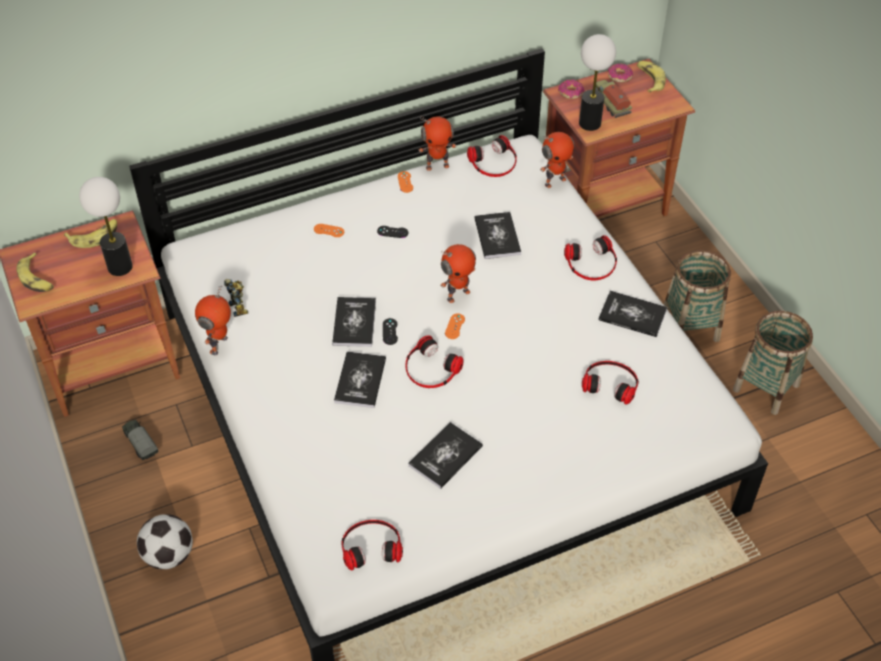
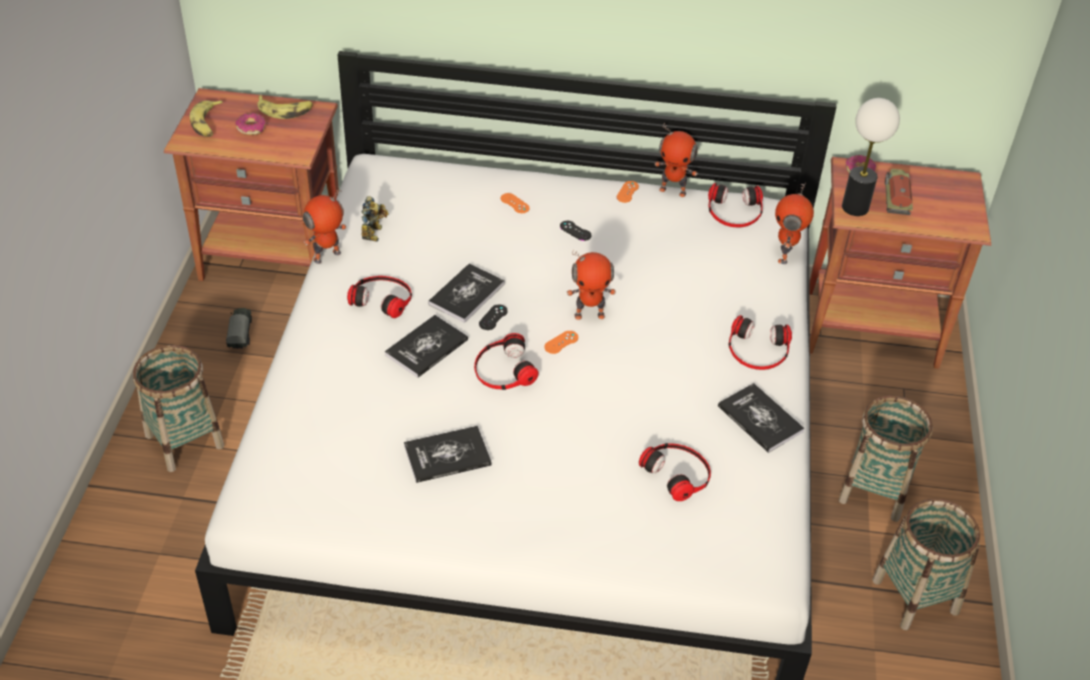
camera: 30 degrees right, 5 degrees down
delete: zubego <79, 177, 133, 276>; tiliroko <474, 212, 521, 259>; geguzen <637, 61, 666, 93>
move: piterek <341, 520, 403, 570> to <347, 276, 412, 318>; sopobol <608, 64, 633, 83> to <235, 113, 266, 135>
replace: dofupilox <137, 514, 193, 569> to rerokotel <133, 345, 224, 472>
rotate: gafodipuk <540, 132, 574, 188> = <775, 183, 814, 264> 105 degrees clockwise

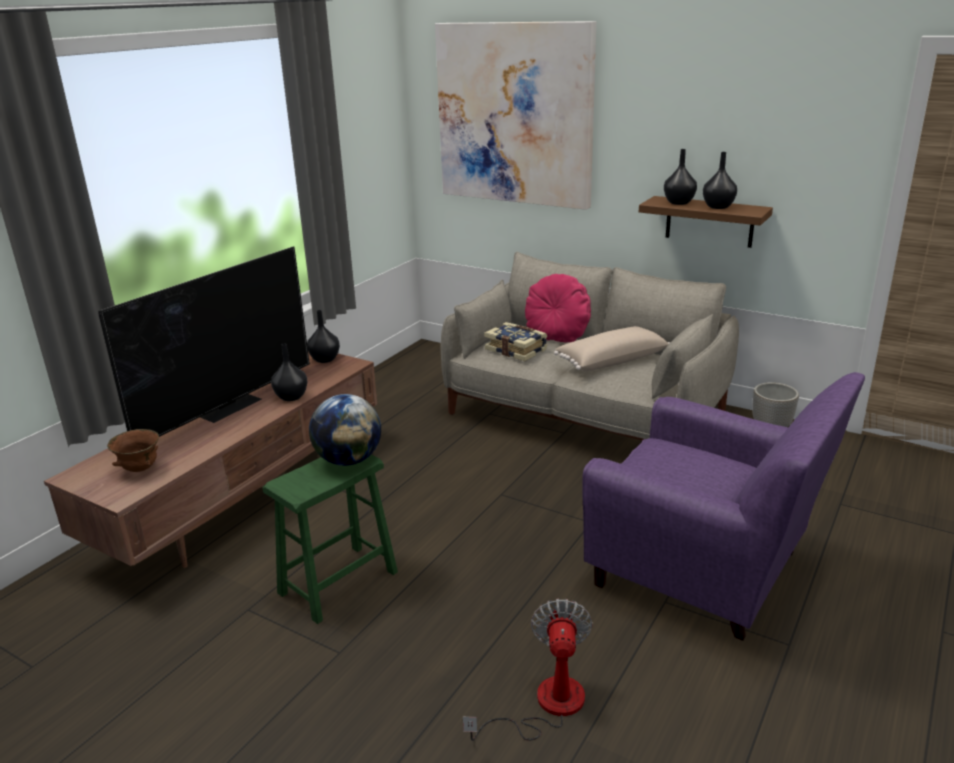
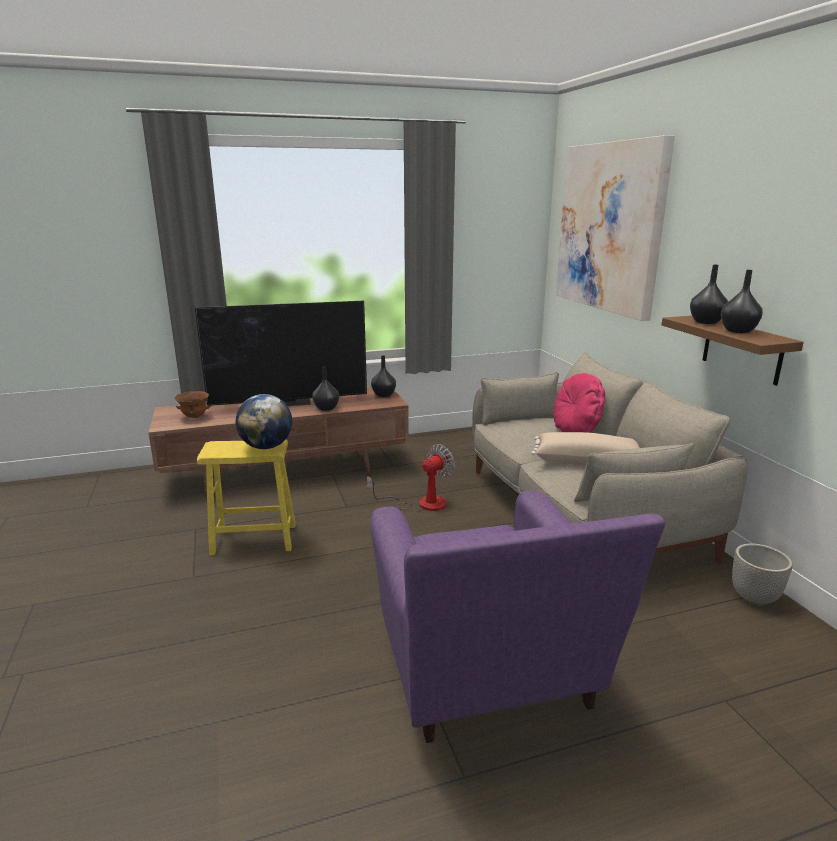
camera: 40 degrees right, 5 degrees down
delete: tiliroko <484, 322, 548, 361>
move: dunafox <463, 599, 593, 741> to <367, 444, 455, 511>
recolor: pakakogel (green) <262, 455, 398, 624> to pakakogel (yellow) <197, 439, 296, 555>

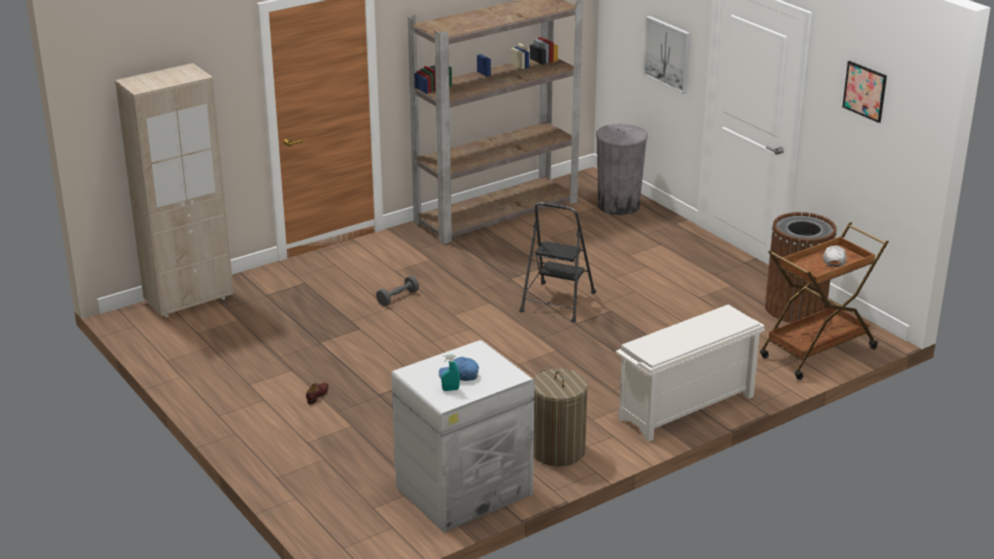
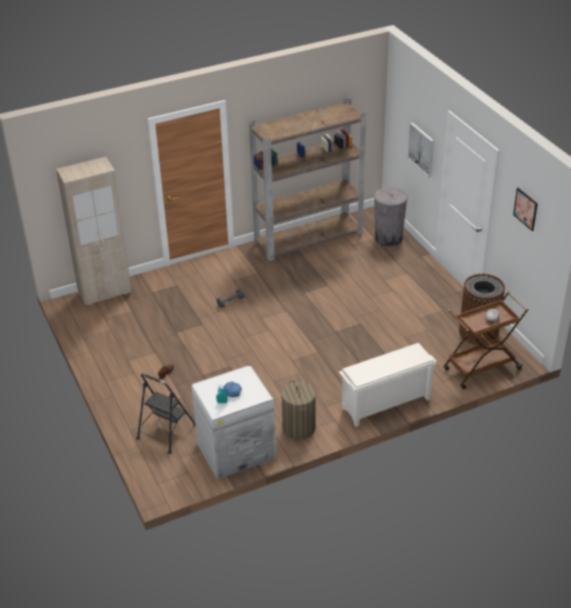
camera: 10 degrees right, 10 degrees up
move: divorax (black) <519, 202, 596, 323> to <136, 373, 195, 454>

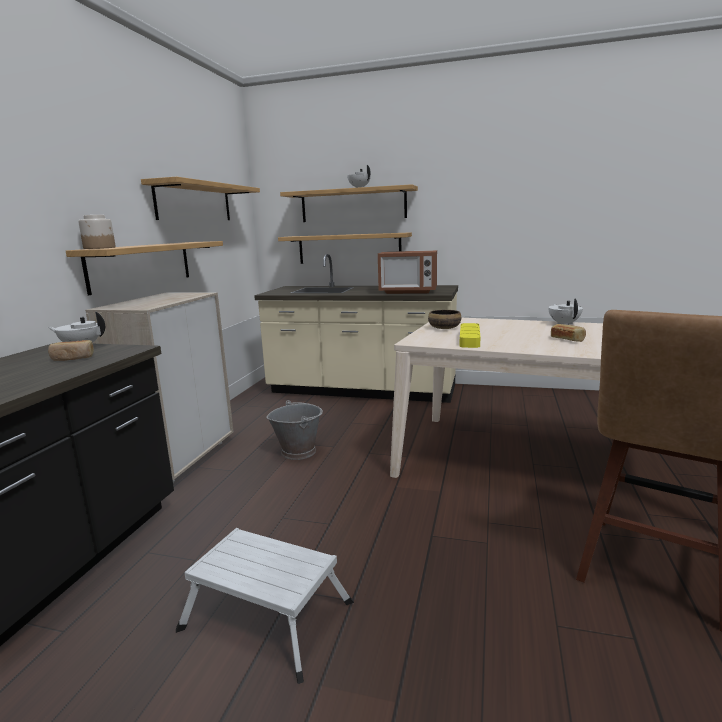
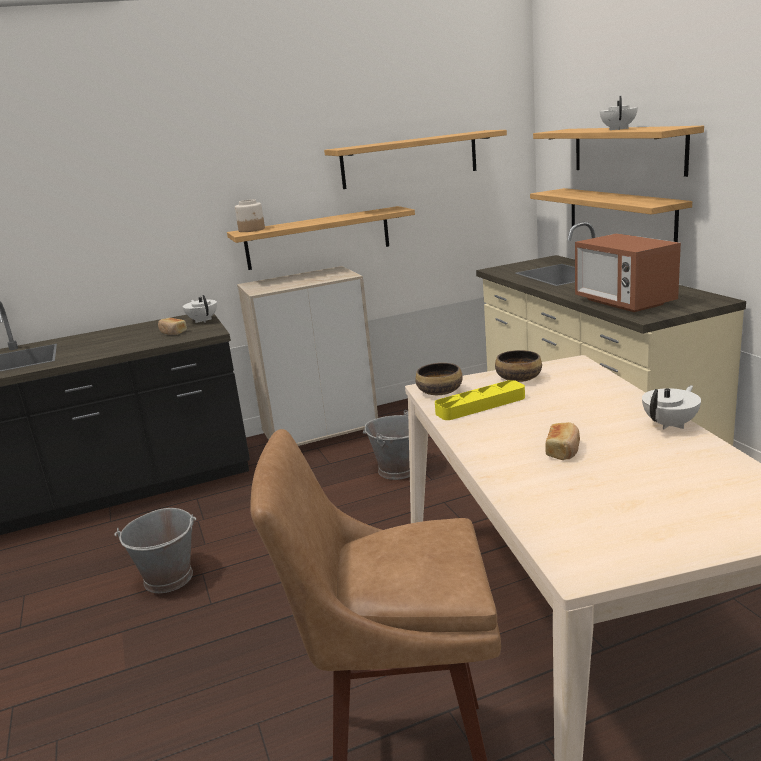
camera: 55 degrees right, 5 degrees up
insert: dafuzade <415, 363, 463, 395>
replace: divorax (white) <176, 528, 354, 684> to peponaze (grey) <114, 508, 196, 593>

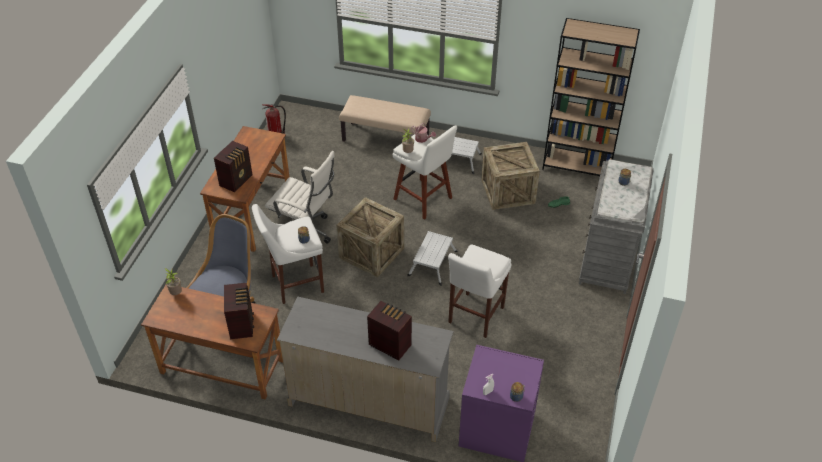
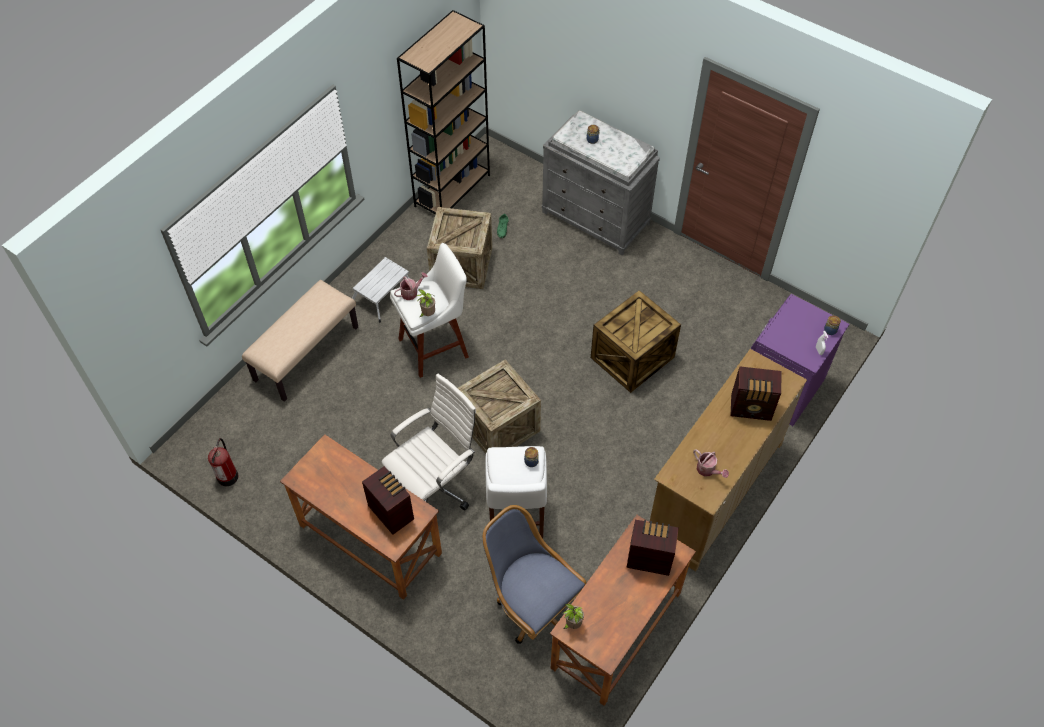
camera: 70 degrees left, 10 degrees up
delete: divorax (white) <407, 231, 458, 286>
insert: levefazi <693, 449, 729, 478>
replace: pakakogel (white) <448, 245, 512, 338> to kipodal <591, 290, 681, 393>
recolor: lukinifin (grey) <277, 296, 454, 442> to lukinifin (brown) <650, 349, 807, 571>
rotate: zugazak <367, 301, 412, 360> = <731, 366, 781, 421> 135 degrees counterclockwise

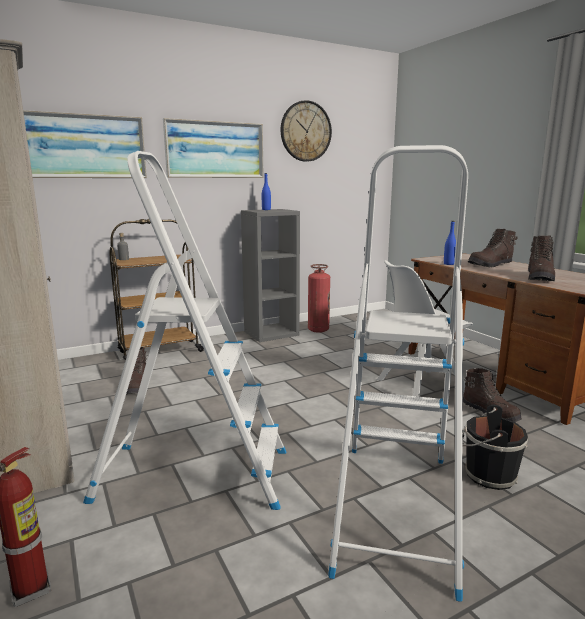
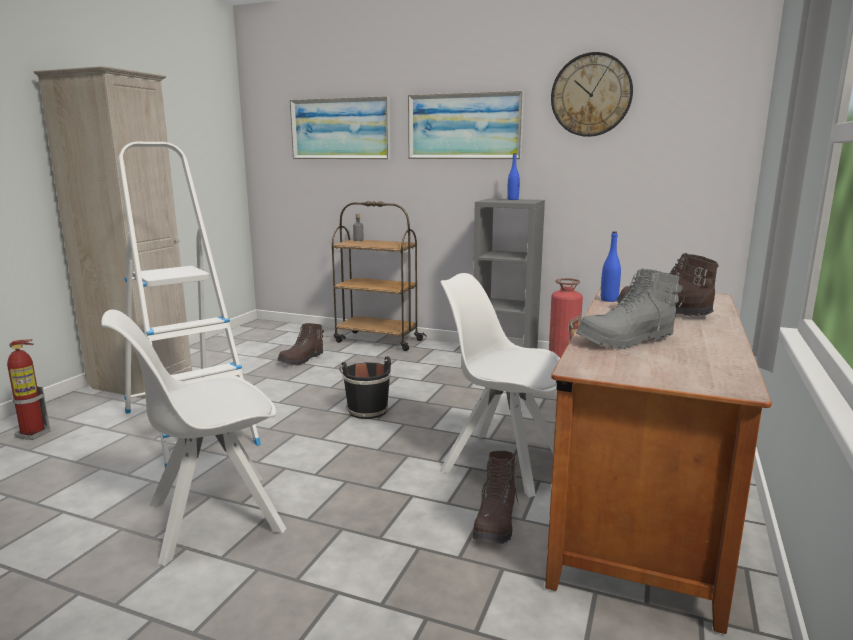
camera: 50 degrees right, 0 degrees up
move: peponaze (black) <463, 405, 528, 490> to <339, 357, 391, 419>
replace: divorax (white) <328, 145, 468, 602> to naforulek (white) <101, 310, 286, 566>
recolor: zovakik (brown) <528, 235, 555, 281> to zovakik (grey) <576, 268, 683, 349>

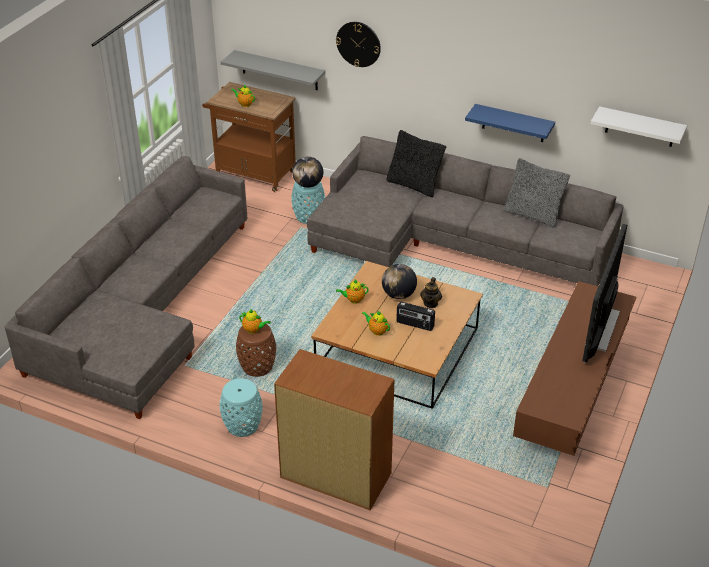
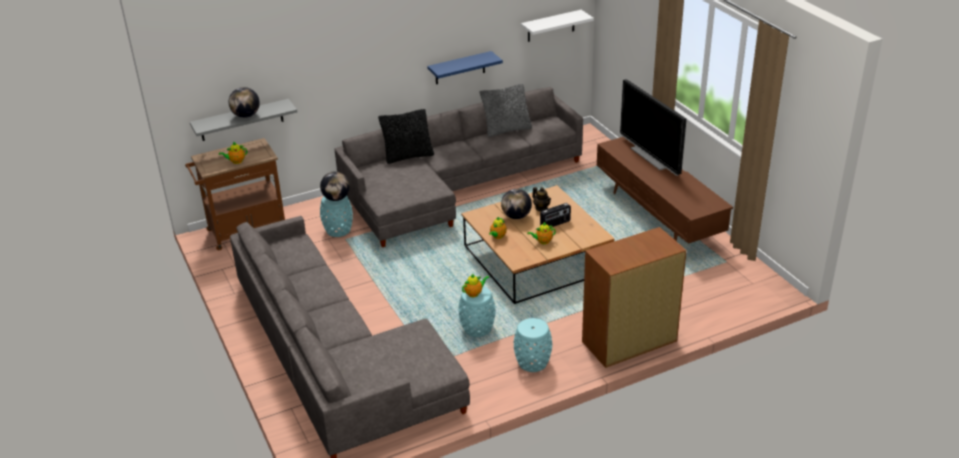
camera: 50 degrees left, 5 degrees down
delete: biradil <336, 22, 381, 67>
insert: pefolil <229, 87, 260, 118>
recolor: pakakogel (brown) <236, 324, 276, 377> to pakakogel (turquoise) <458, 286, 496, 337>

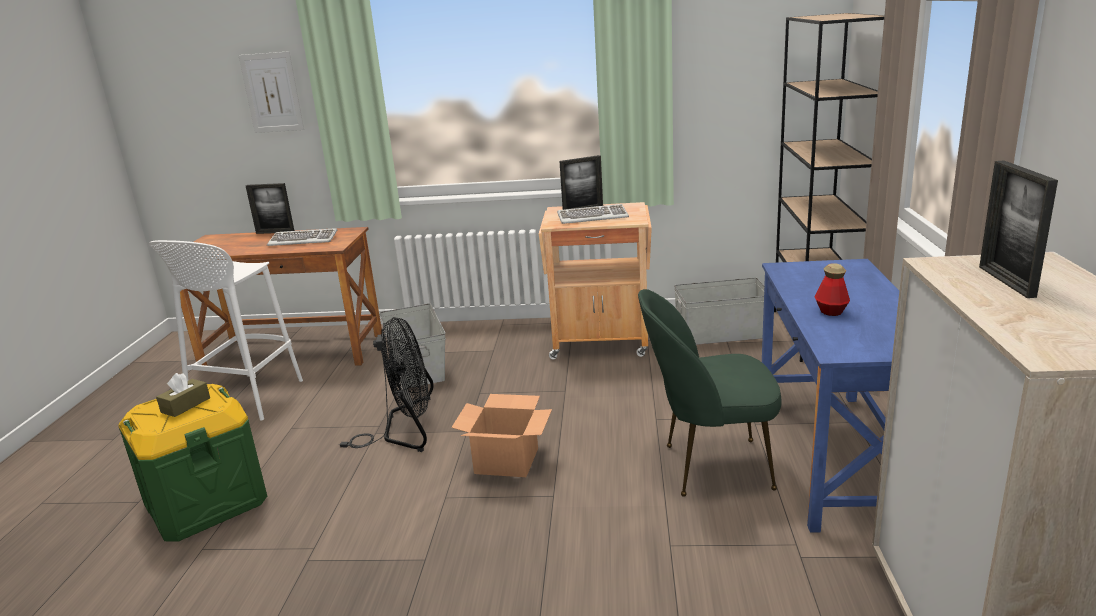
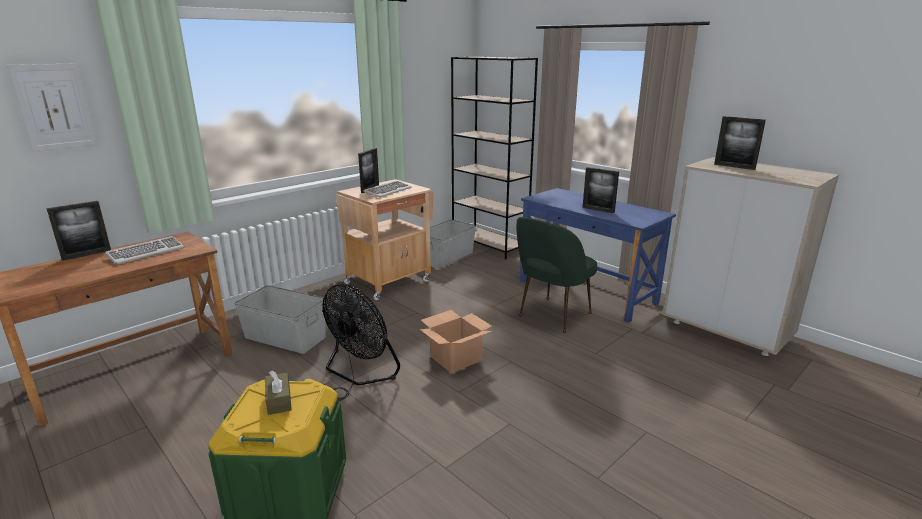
camera: 50 degrees left, 0 degrees up
delete: pakakogel (white) <149, 240, 303, 420>
replace: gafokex <814, 263, 850, 316> to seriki <583, 167, 619, 213>

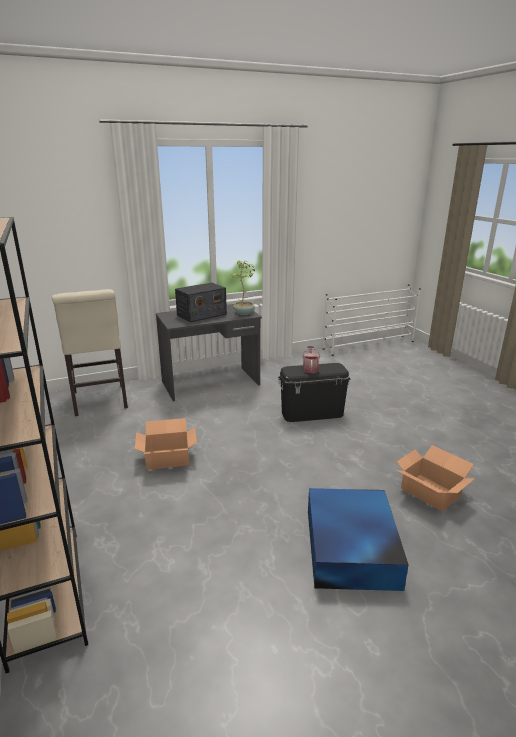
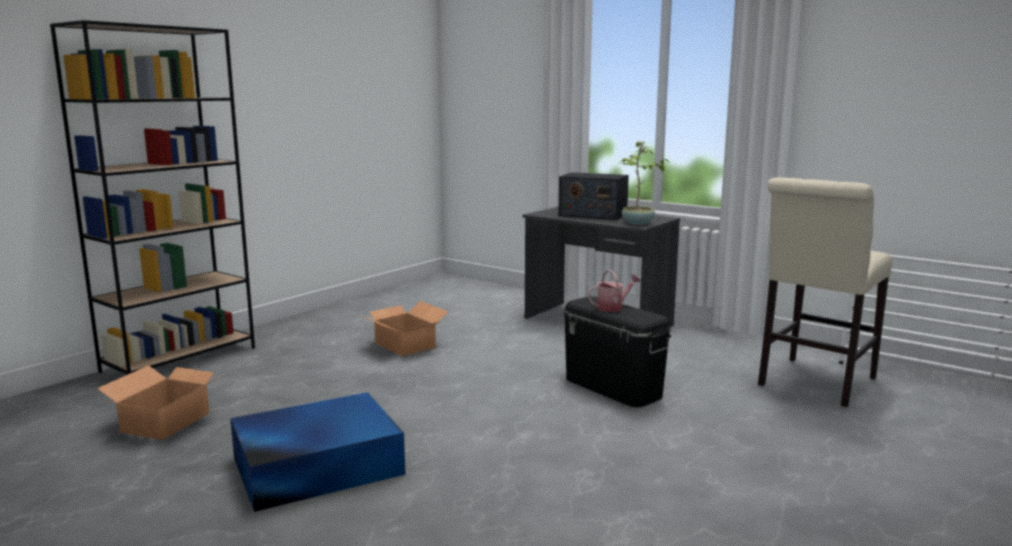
camera: 60 degrees right, 10 degrees down
move: pakakogel (beige) <52, 289, 128, 416> to <758, 178, 892, 407>; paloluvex <396, 445, 475, 511> to <97, 365, 223, 440>

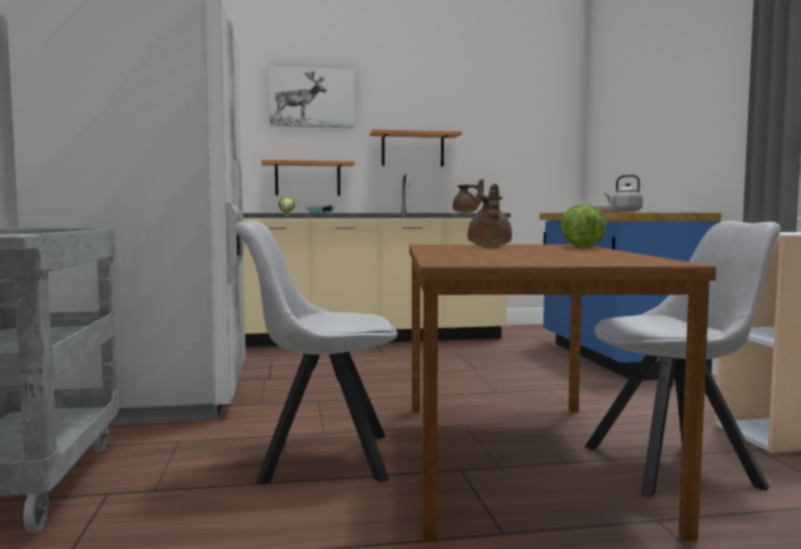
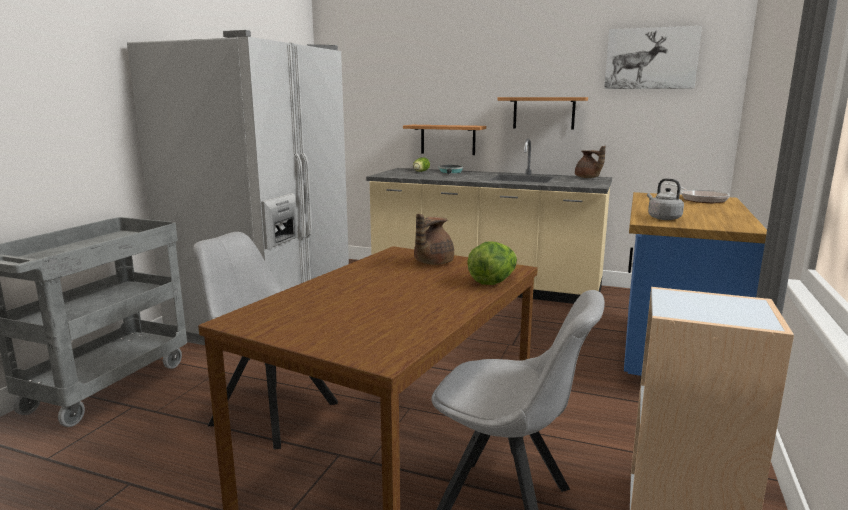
camera: 30 degrees right, 10 degrees up
move: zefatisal <269, 66, 355, 128> to <604, 26, 702, 89>

